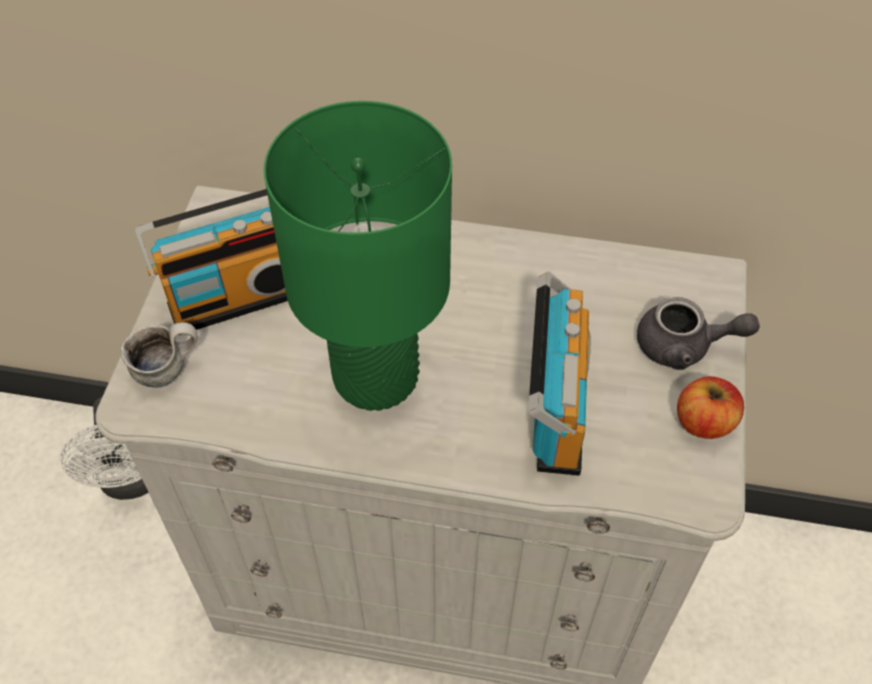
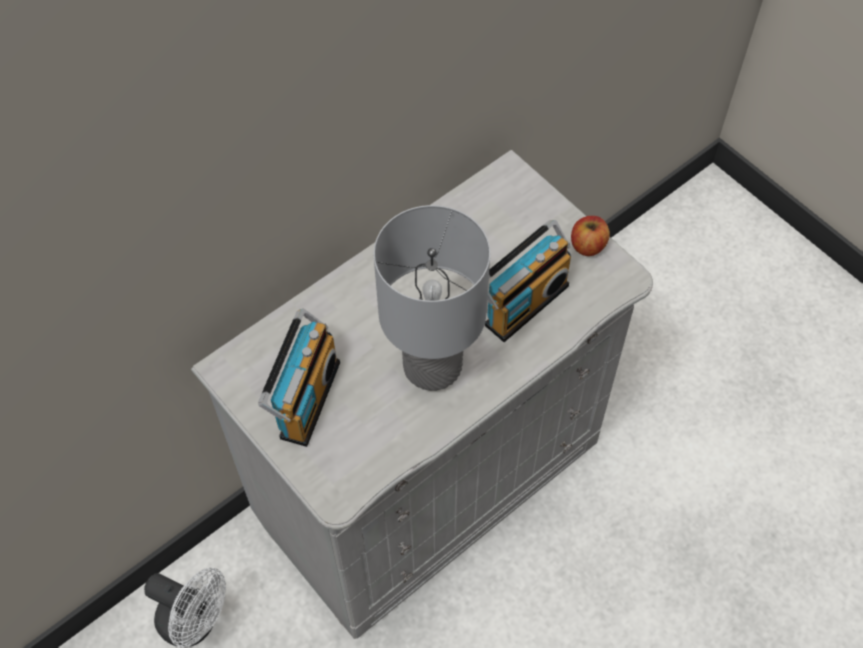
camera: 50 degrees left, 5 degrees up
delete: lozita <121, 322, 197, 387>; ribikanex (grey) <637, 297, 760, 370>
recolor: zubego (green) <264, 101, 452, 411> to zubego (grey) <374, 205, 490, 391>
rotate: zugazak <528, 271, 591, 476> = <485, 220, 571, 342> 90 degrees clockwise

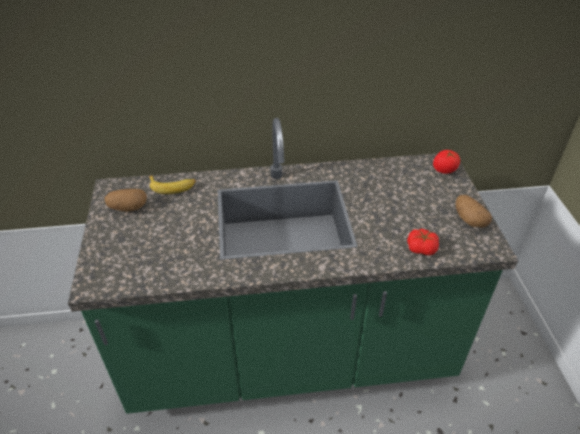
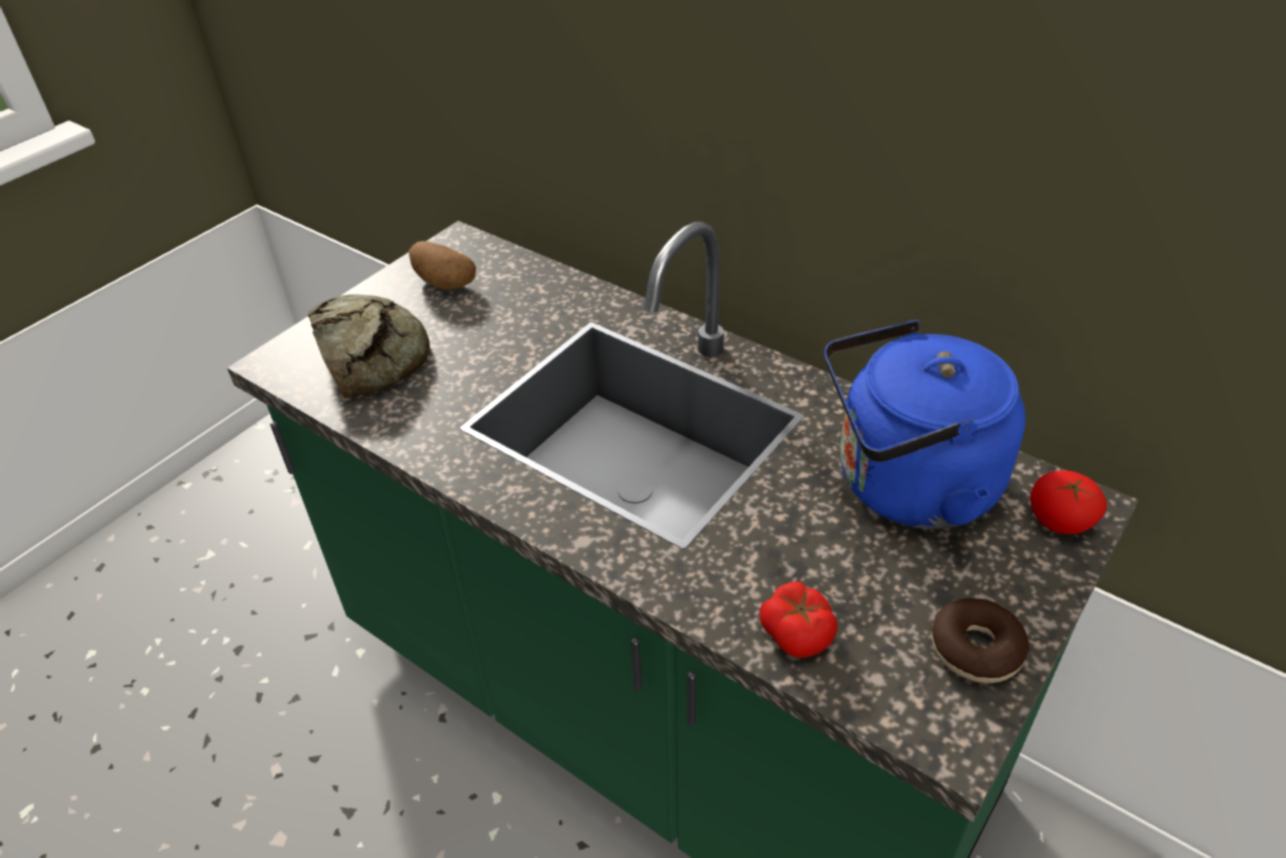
camera: 45 degrees right, 0 degrees up
delete: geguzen <149, 175, 196, 194>
insert: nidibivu <308, 294, 430, 398>; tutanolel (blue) <824, 320, 1026, 529>
replace: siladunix <455, 195, 492, 228> to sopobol <932, 598, 1029, 683>

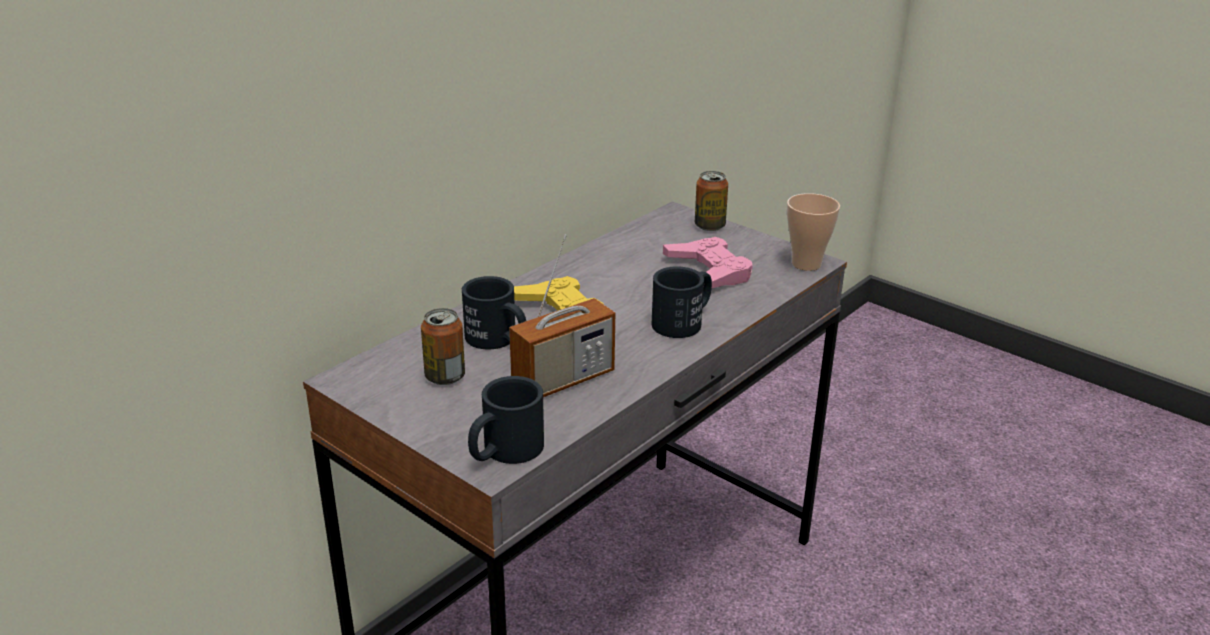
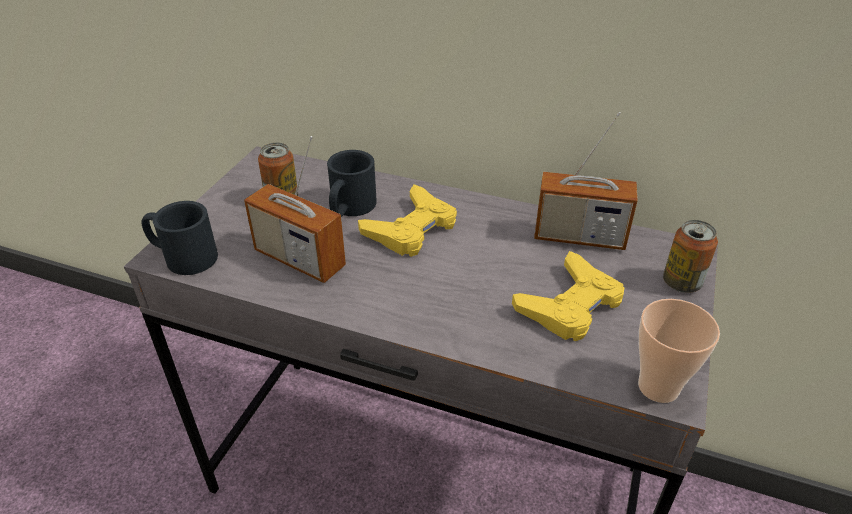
camera: 70 degrees right, 10 degrees up
delete: lozita (black) <652, 266, 712, 338>
insert: zugazak <534, 112, 638, 250>
recolor: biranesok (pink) <663, 237, 753, 288> to biranesok (yellow) <512, 251, 625, 341>

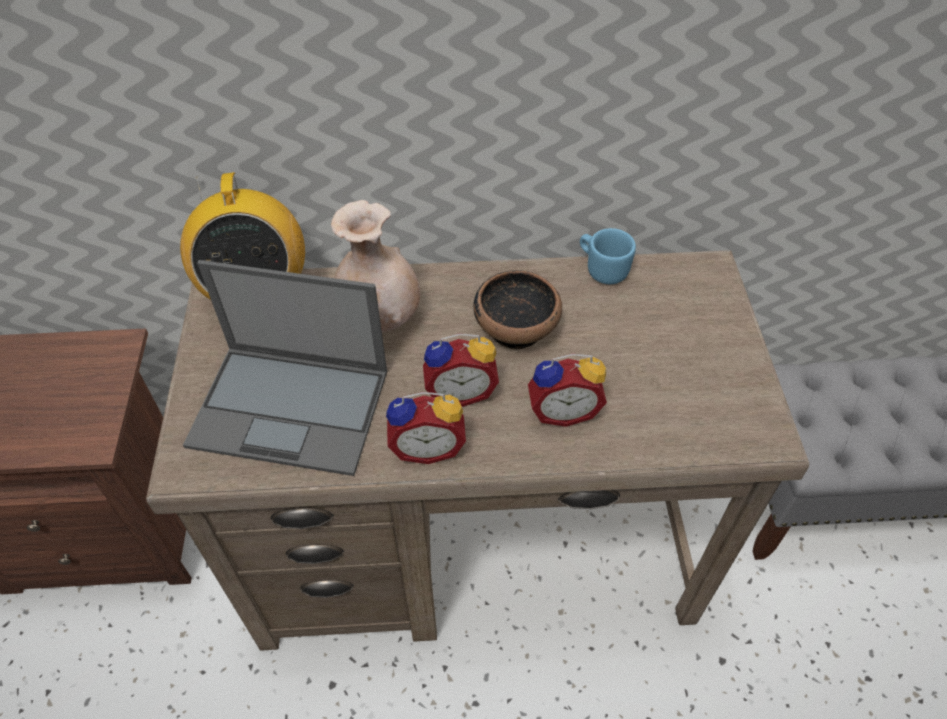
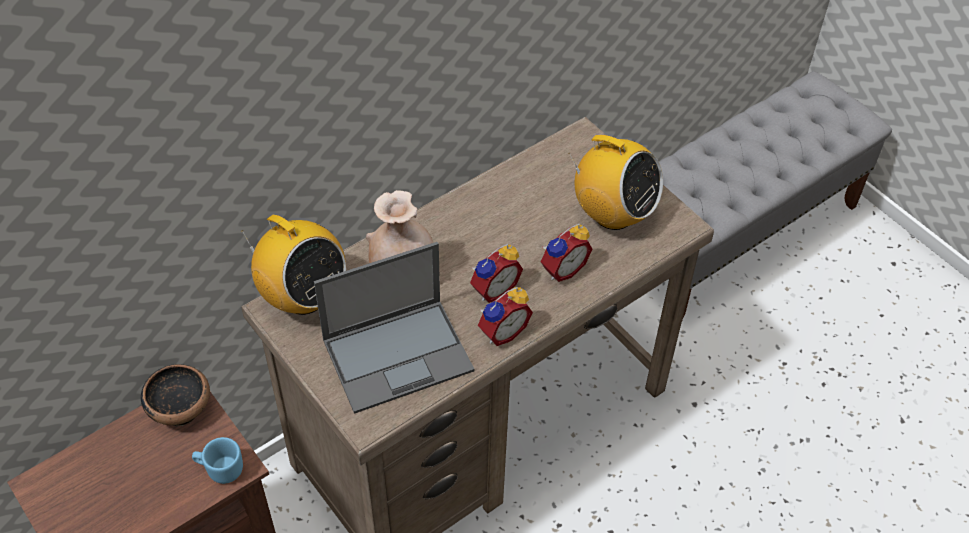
camera: 35 degrees left, 0 degrees up
insert: zugazak <568, 135, 663, 230>
move: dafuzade <473, 270, 562, 350> to <141, 364, 210, 426>; lozita (blue) <580, 228, 636, 284> to <192, 437, 243, 484>

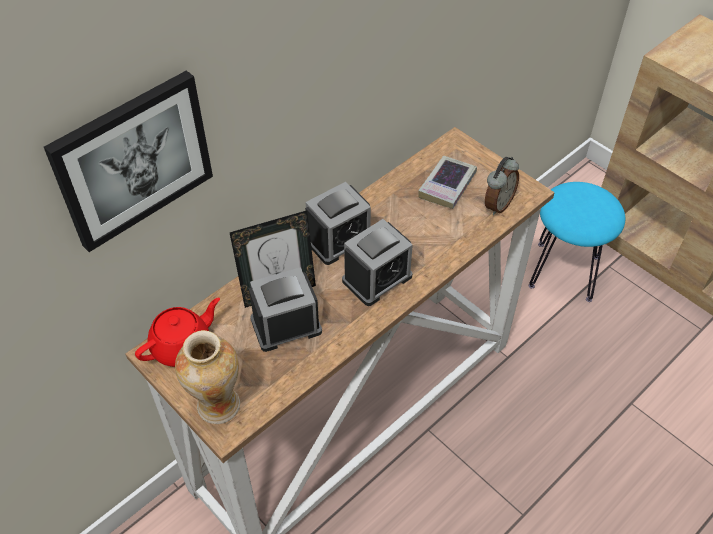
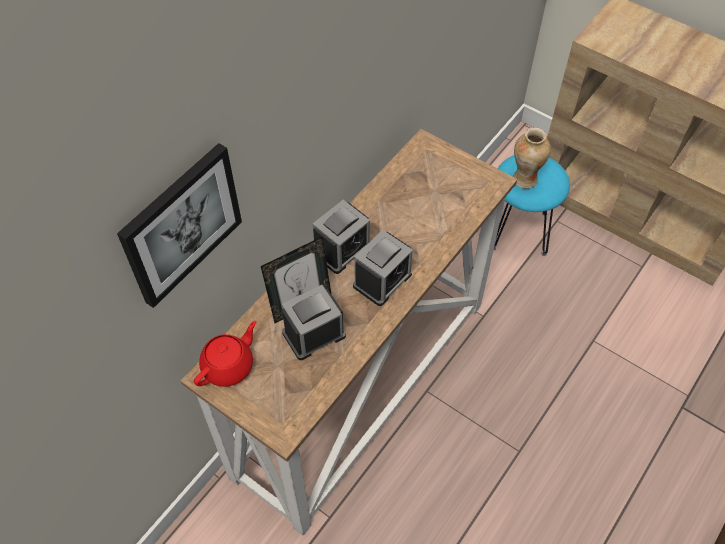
camera: 10 degrees left, 5 degrees up
delete: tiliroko <418, 156, 477, 209>; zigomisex <485, 157, 519, 215>
move: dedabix <175, 330, 240, 424> to <513, 127, 551, 189>

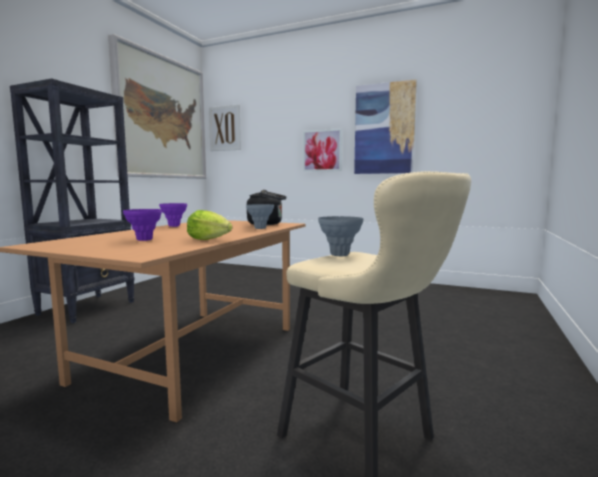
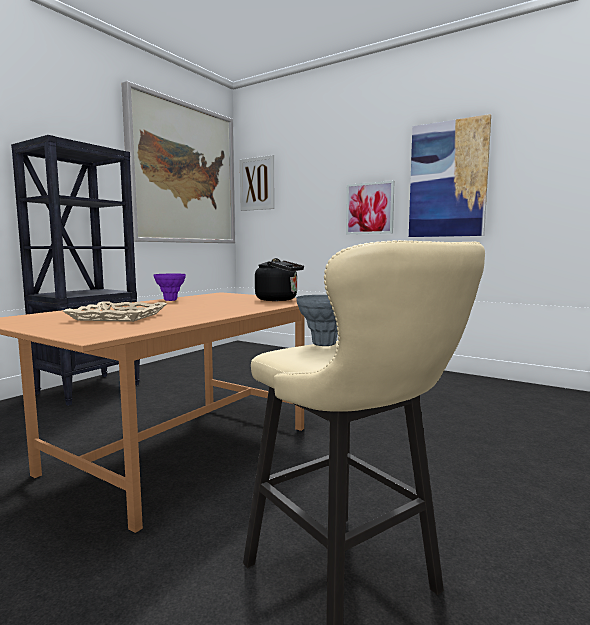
camera: 10 degrees right, 0 degrees up
delete: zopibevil <187, 210, 232, 240>; dedabix (grey) <246, 204, 274, 229>
replace: dedabix (purple) <123, 209, 162, 241> to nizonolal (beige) <63, 302, 167, 322>

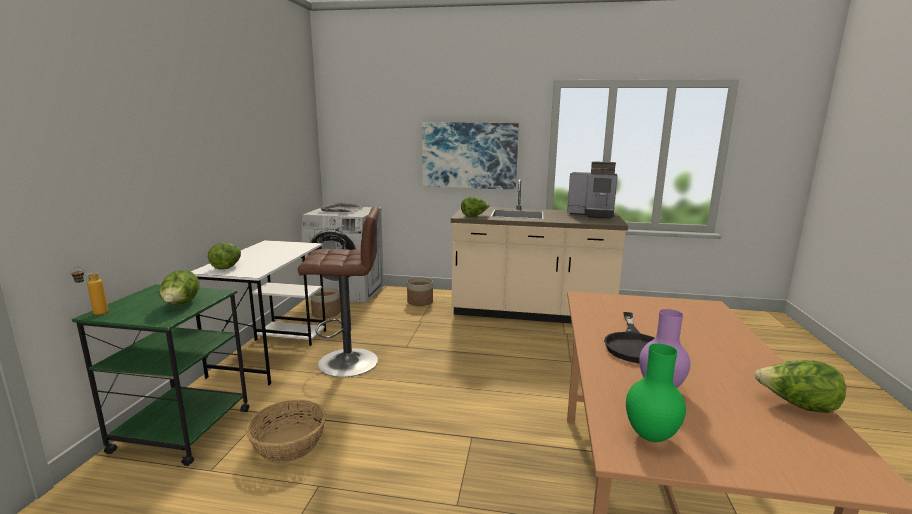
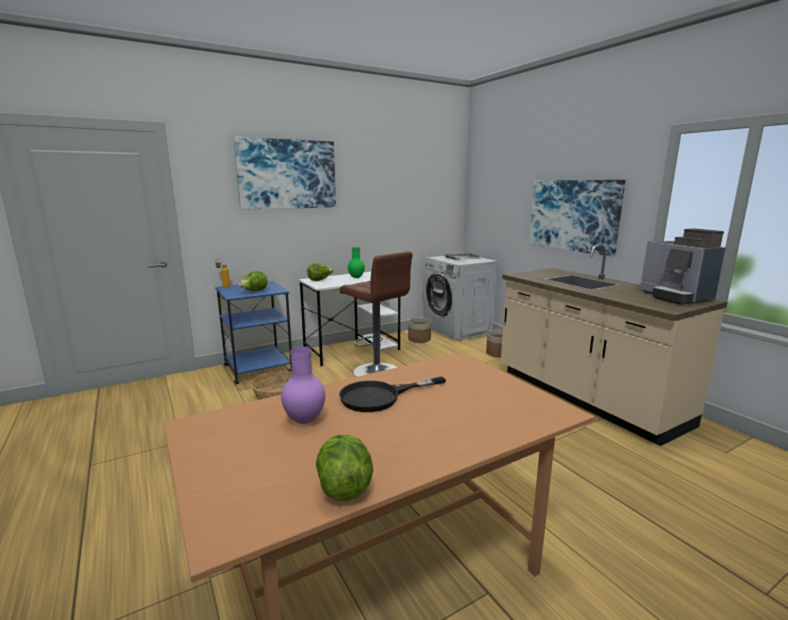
camera: 50 degrees right, 0 degrees up
delete: zopibevil <461, 196, 490, 217>
insert: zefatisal <234, 137, 336, 210>
move: dedabix (green) <626, 344, 686, 442> to <348, 247, 365, 278>
recolor: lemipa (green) <72, 284, 250, 466> to lemipa (blue) <215, 281, 292, 385>

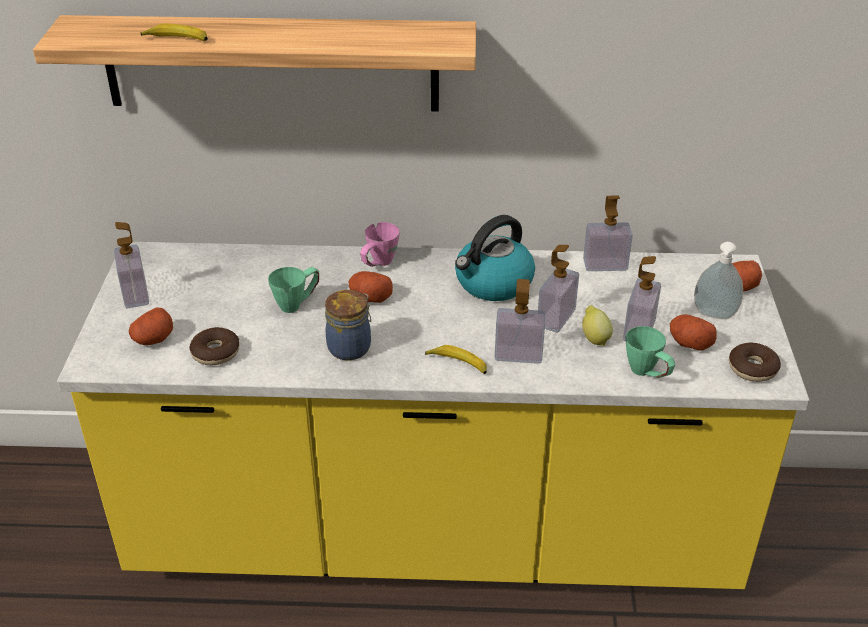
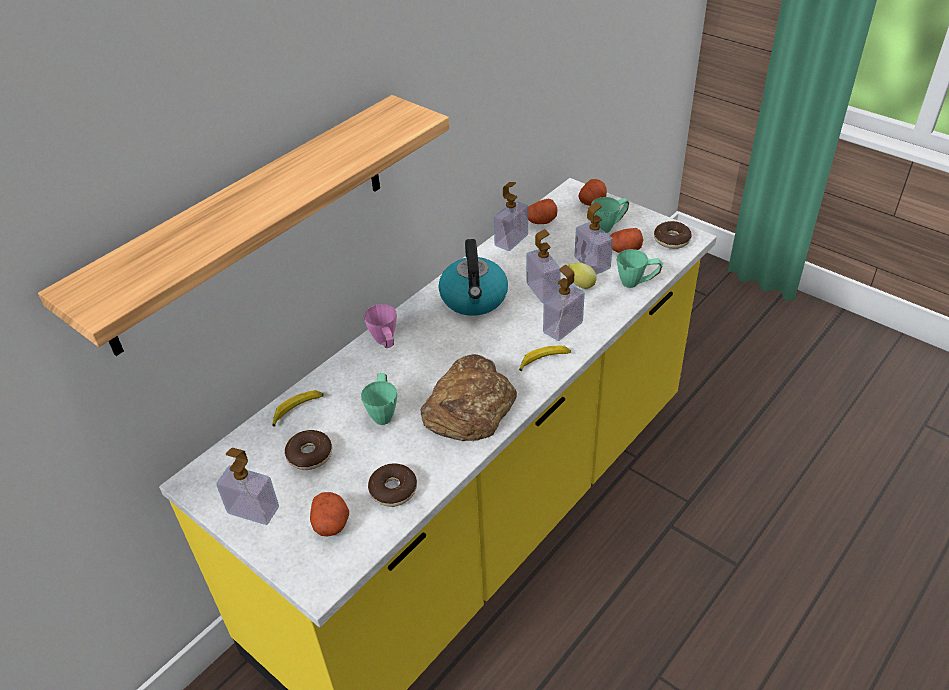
camera: 50 degrees left, 5 degrees up
insert: sopobol <285, 430, 332, 470>
move: geguzen <140, 24, 208, 41> to <272, 390, 324, 427>; siladunix <349, 271, 393, 303> to <528, 198, 557, 224>
replace: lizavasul <325, 290, 371, 360> to nidibivu <421, 354, 517, 441>; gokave <694, 242, 743, 319> to lozita (green) <591, 197, 629, 233>

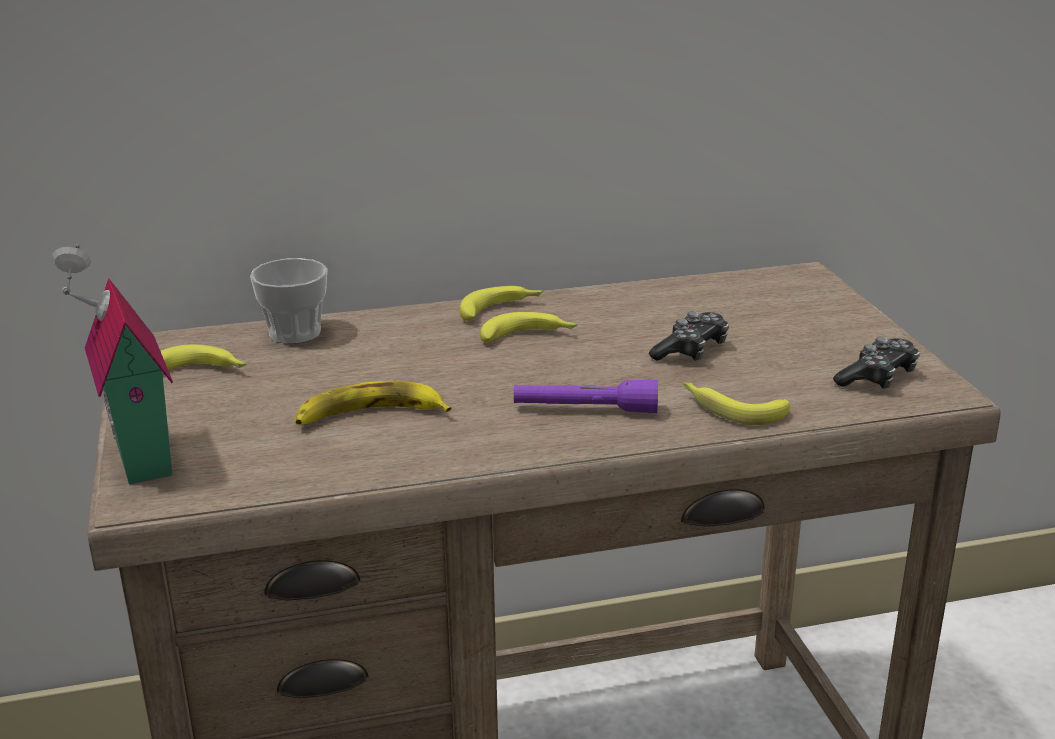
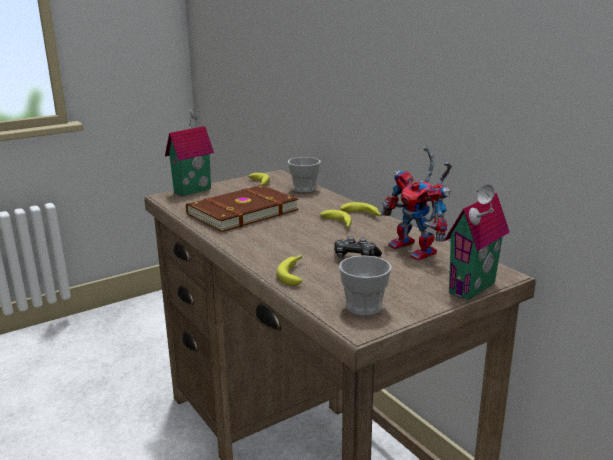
camera: 70 degrees right, 5 degrees down
delete: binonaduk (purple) <514, 379, 658, 413>
insert: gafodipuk <381, 146, 452, 261>; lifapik <444, 184, 510, 300>
replace: geguzen <295, 381, 452, 425> to tiliroko (brown) <186, 185, 299, 232>; biranesok <833, 337, 920, 389> to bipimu <339, 255, 392, 316>

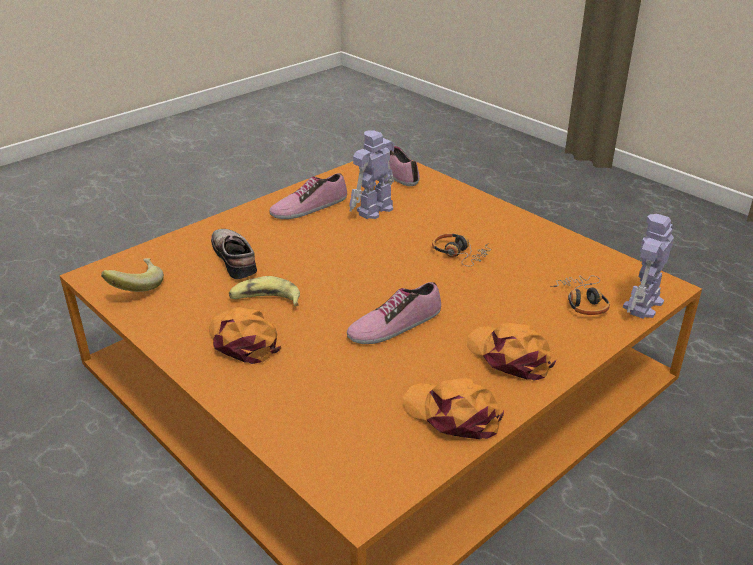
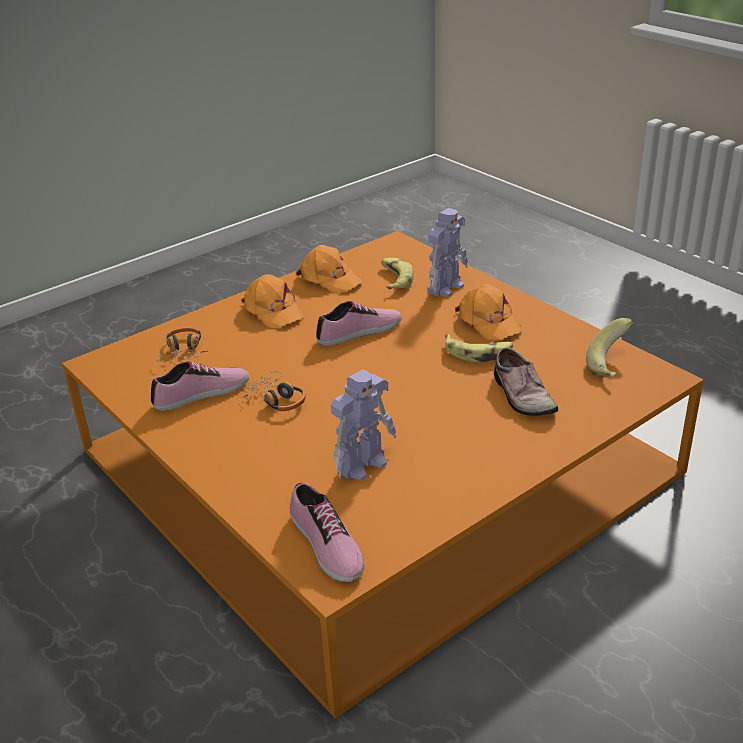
camera: 175 degrees left, 0 degrees up
insert: geguzen <381, 258, 413, 290>
move: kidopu <270, 173, 347, 219> to <151, 361, 249, 411>; gafodipuk <623, 214, 674, 319> to <428, 208, 468, 297>

